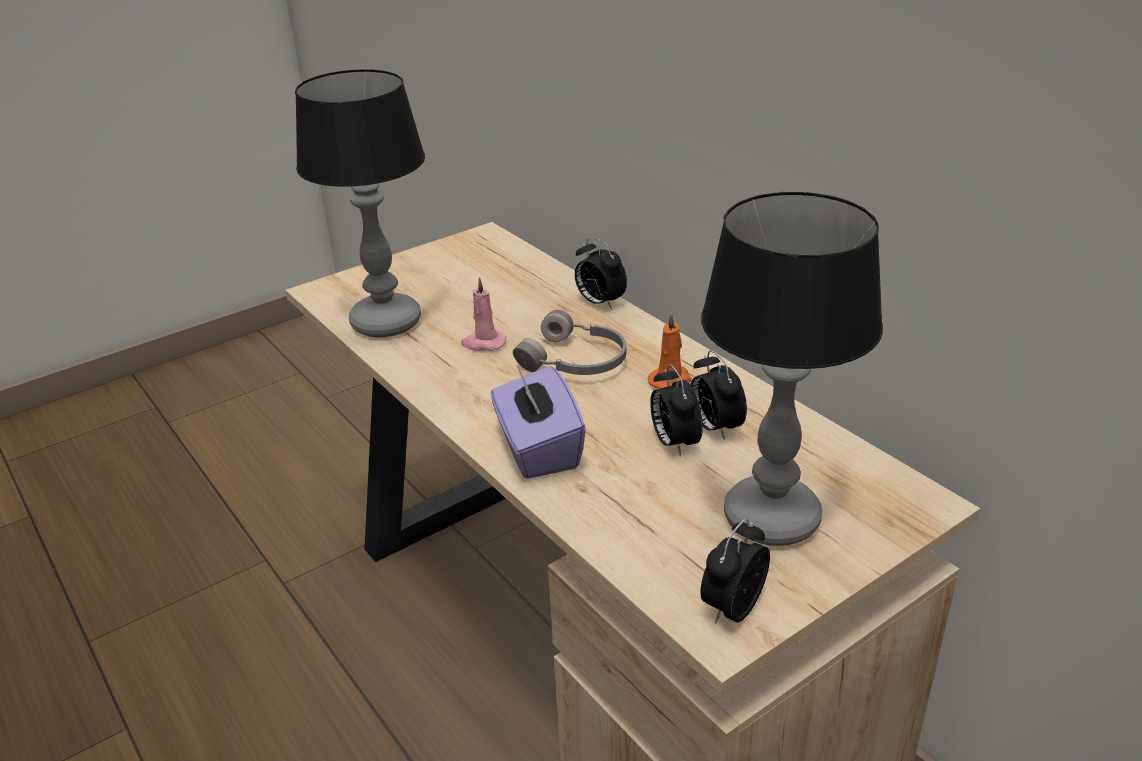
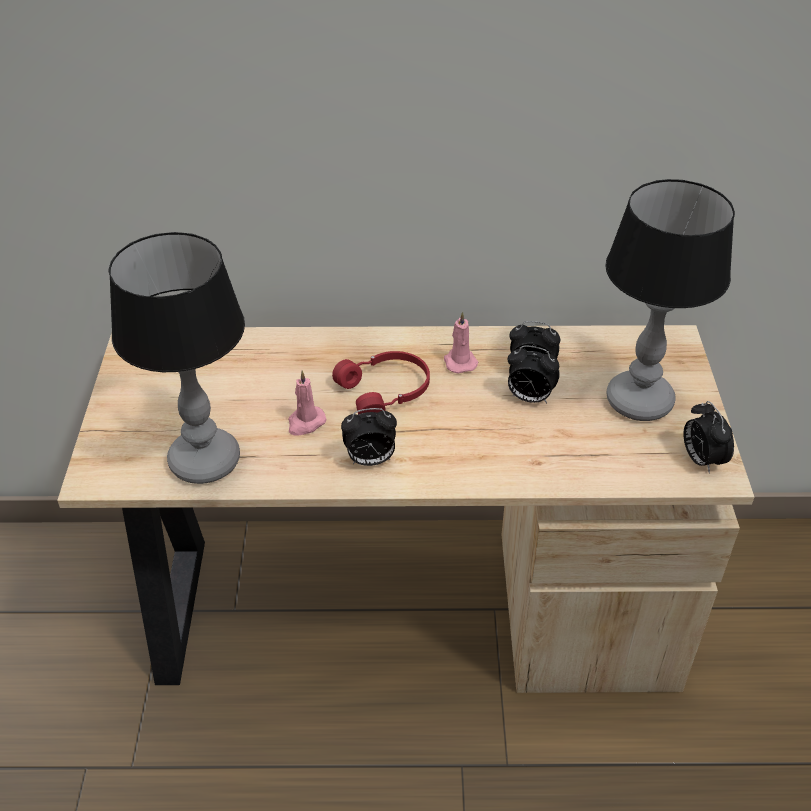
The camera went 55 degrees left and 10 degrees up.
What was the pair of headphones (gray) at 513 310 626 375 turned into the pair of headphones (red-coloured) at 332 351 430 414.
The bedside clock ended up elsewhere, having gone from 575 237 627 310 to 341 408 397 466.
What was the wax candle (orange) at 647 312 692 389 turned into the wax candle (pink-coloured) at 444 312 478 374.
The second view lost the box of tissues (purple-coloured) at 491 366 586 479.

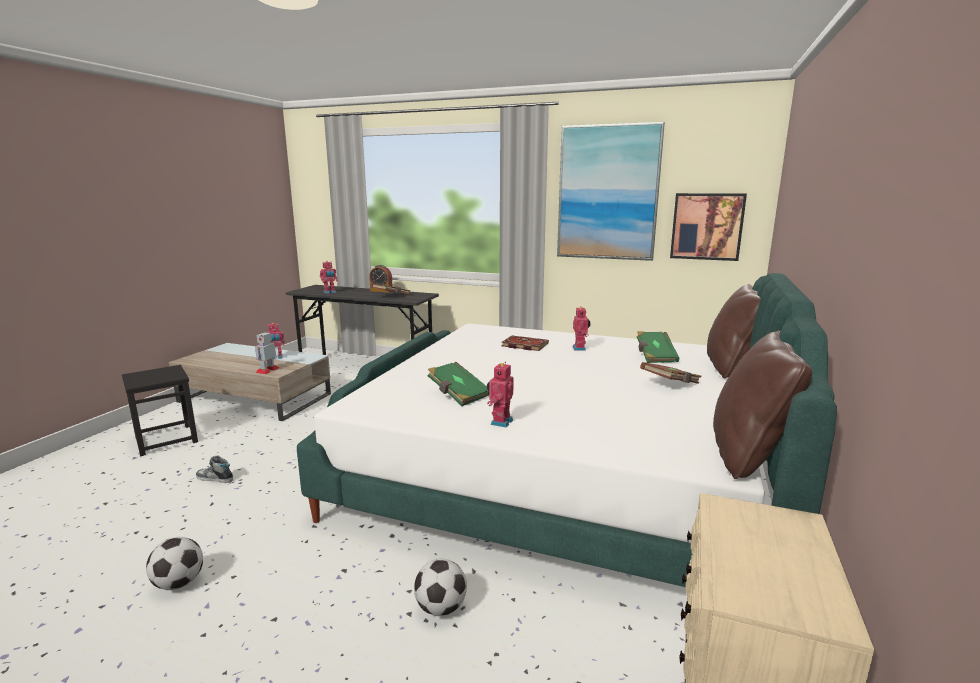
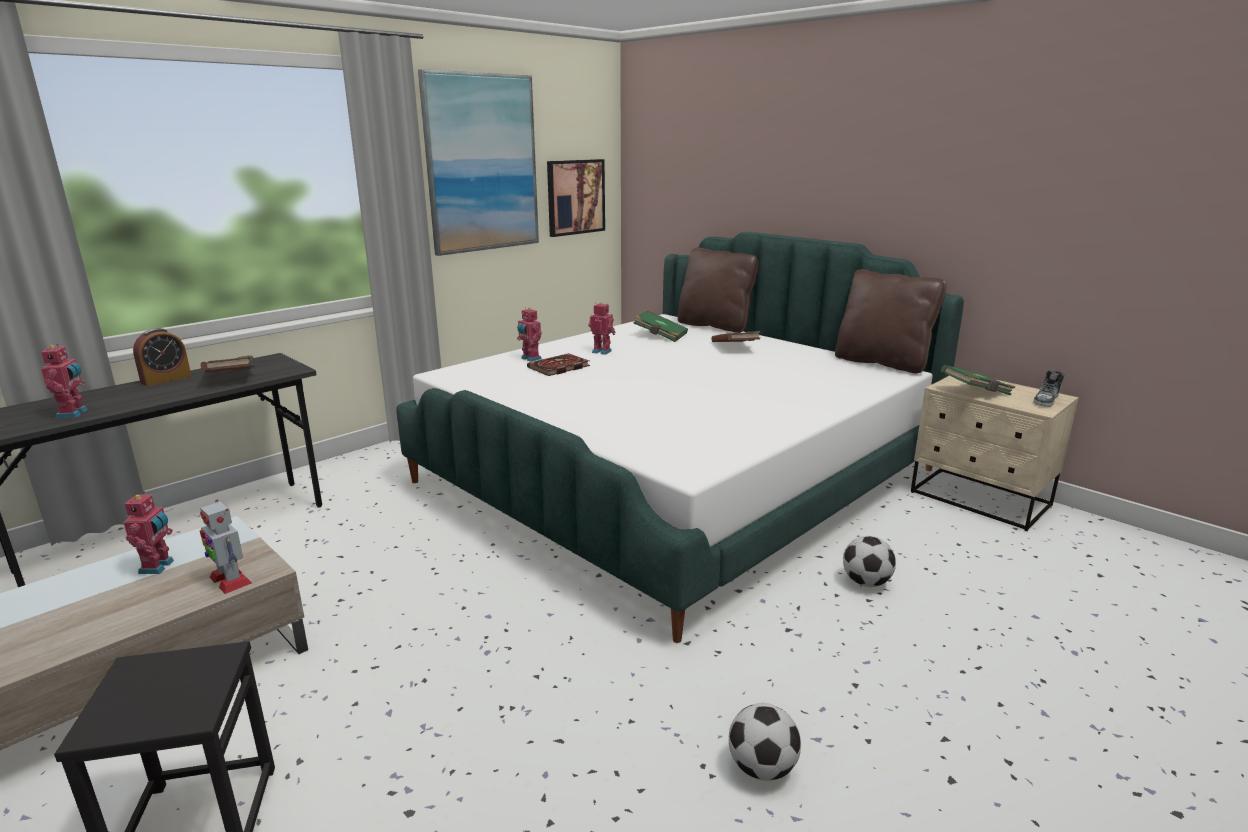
The camera went 65 degrees left and 5 degrees up.
The model robot ended up elsewhere, having gone from 487 362 514 428 to 517 307 542 362.
The bound book (green) ended up elsewhere, having gone from 428 362 489 406 to 941 365 1015 396.
The low shoe ended up elsewhere, having gone from 196 456 233 483 to 1034 370 1064 407.

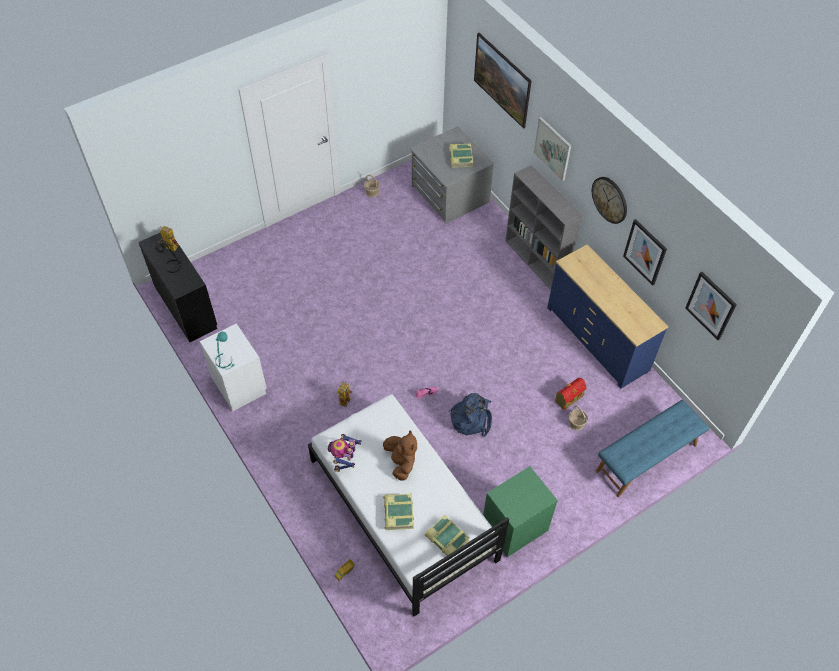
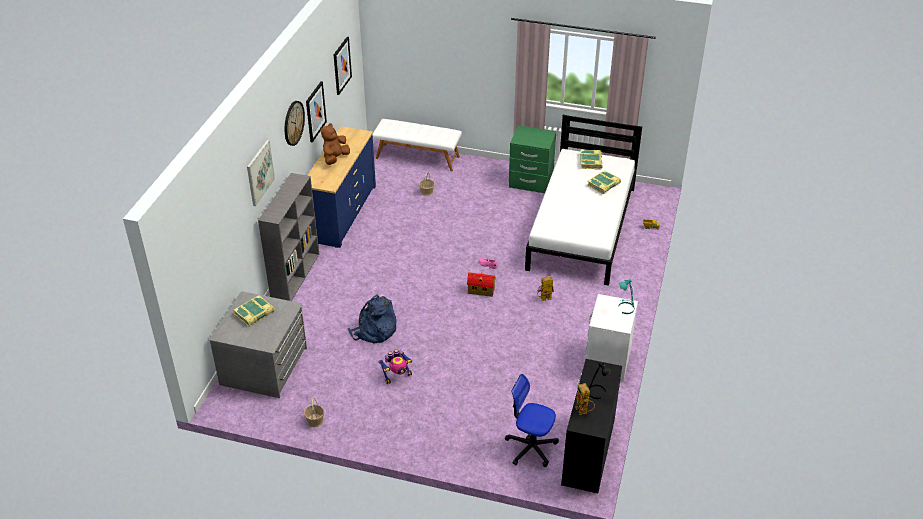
The camera went 130 degrees left and 15 degrees down.
The plush toy (brownish) ended up elsewhere, having gone from 383 431 417 481 to 320 123 350 165.
The rucksack (blue) ended up elsewhere, having gone from 448 393 492 437 to 348 294 397 344.
What was the indoor bench (blue) at 596 400 710 497 turned into the indoor bench (whitish) at 372 119 462 171.
The model robot ended up elsewhere, having gone from 328 434 362 472 to 379 349 412 384.
The toy house ended up elsewhere, having gone from 555 378 587 410 to 467 272 495 297.
The second view gained the desk chair at 505 374 559 467.
The second view lost the wall picture at 474 33 532 129.

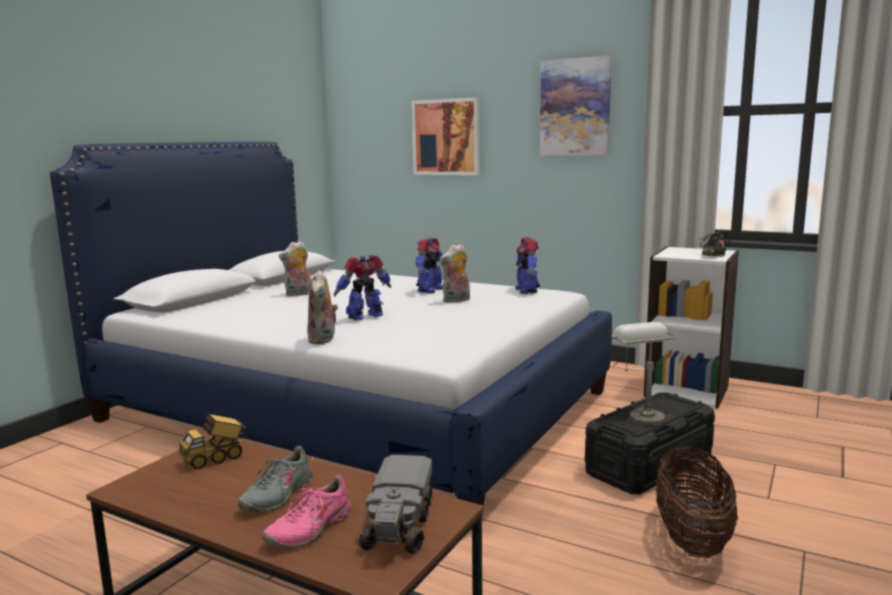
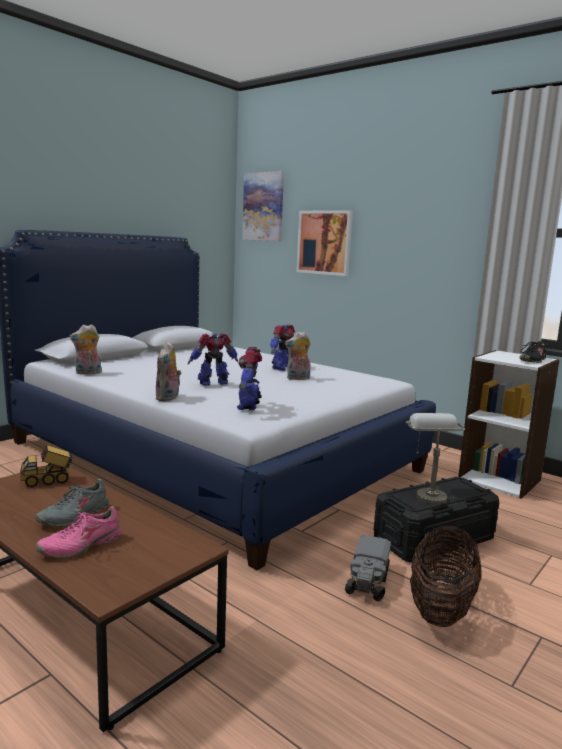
The camera went 10 degrees right and 0 degrees up.
The plush toy ended up elsewhere, having gone from 279 241 311 296 to 69 324 102 375.
The model robot ended up elsewhere, having gone from 515 237 540 294 to 237 347 262 410.
The wall picture ended up elsewhere, having gone from 540 56 612 155 to 242 171 284 241.
The model truck ended up elsewhere, having gone from 359 455 432 554 to 345 535 391 601.

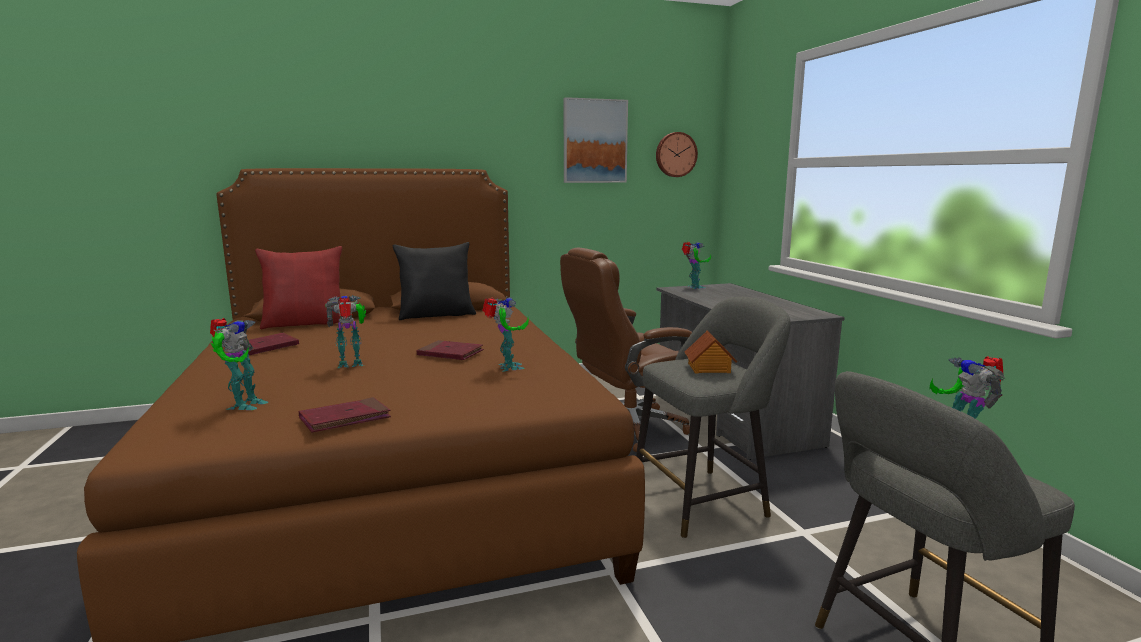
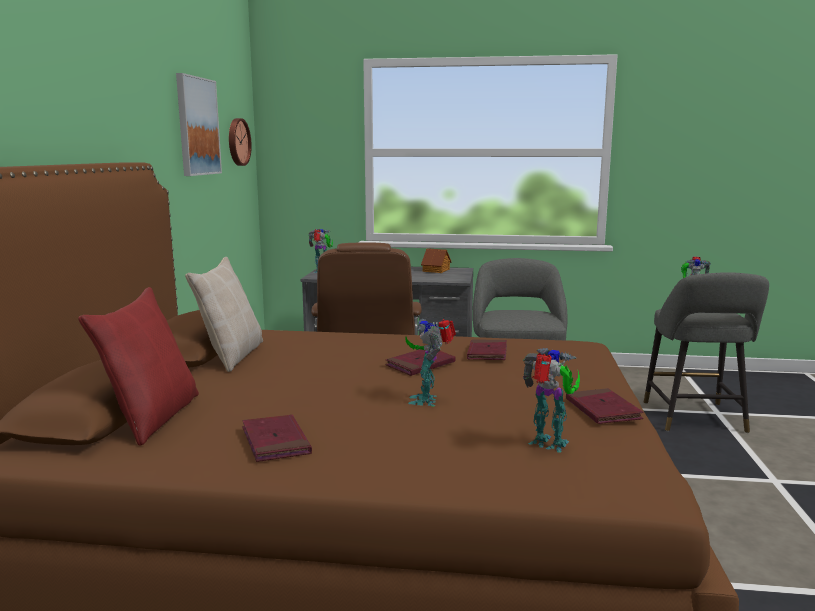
The camera went 65 degrees left and 0 degrees up.
What was the pillow (black-coloured) at 393 242 476 320 turned into the pillow (beige) at 185 257 263 372.
The toy house ended up elsewhere, having gone from 685 330 738 373 to 421 248 452 273.
Where the model robot stood at 482 297 529 372, the bound book (red-coloured) came to stand at 467 339 507 360.

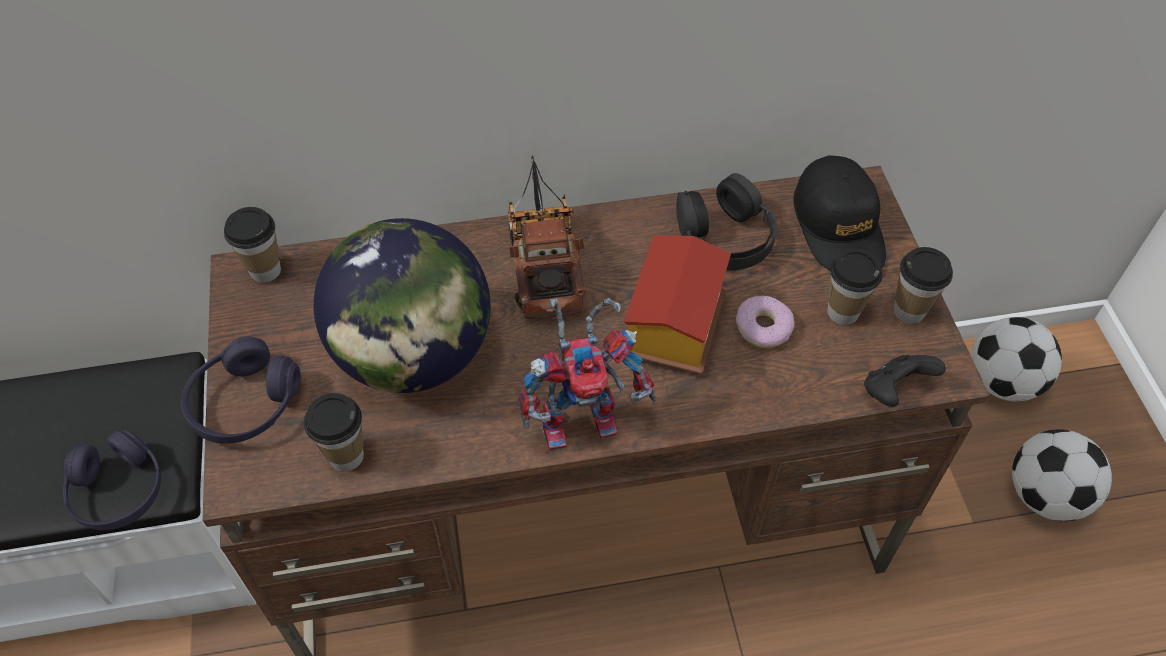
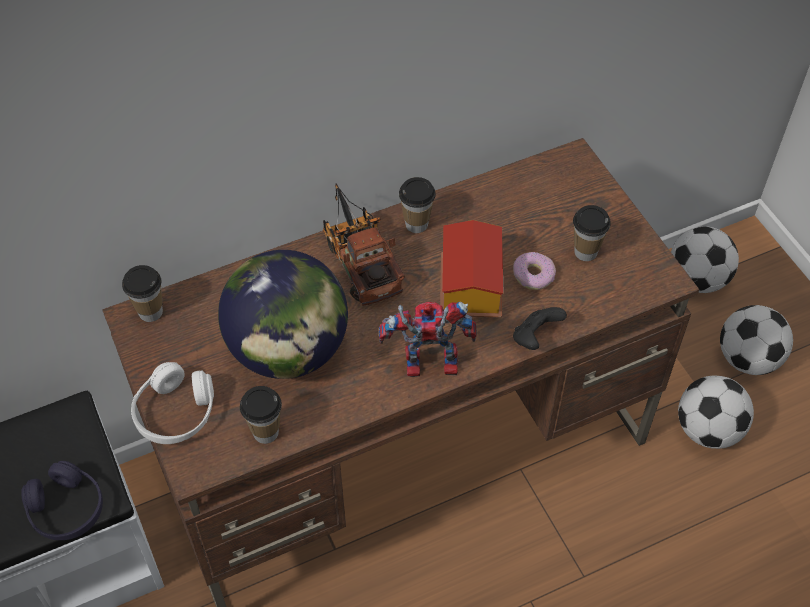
The camera went 15 degrees left and 0 degrees up.
What was the pair of headphones (purple-coloured) at 181 336 301 444 turned into the pair of headphones (whitish) at 131 362 214 444.
The model robot at 518 298 656 451 ended up facing another way, 150 degrees counterclockwise from before.
The cup ended up elsewhere, having gone from 894 247 953 324 to 399 177 436 233.
The gamepad (black-coloured) ended up elsewhere, having gone from 864 355 946 407 to 513 307 567 350.
The second view gained the football ball at 678 376 754 449.
The second view lost the pair of headphones (black-coloured) at 676 173 777 271.
The second view lost the baseball cap (black-coloured) at 794 155 886 271.

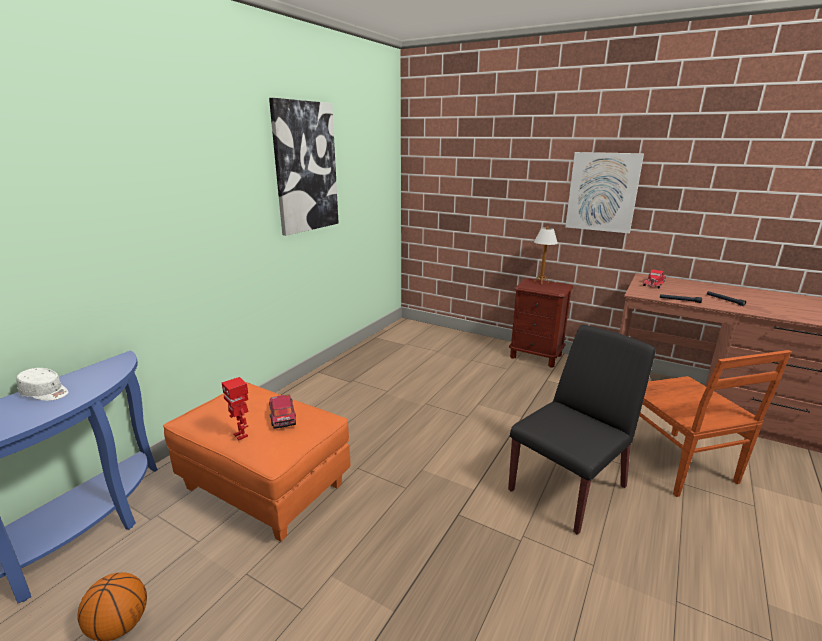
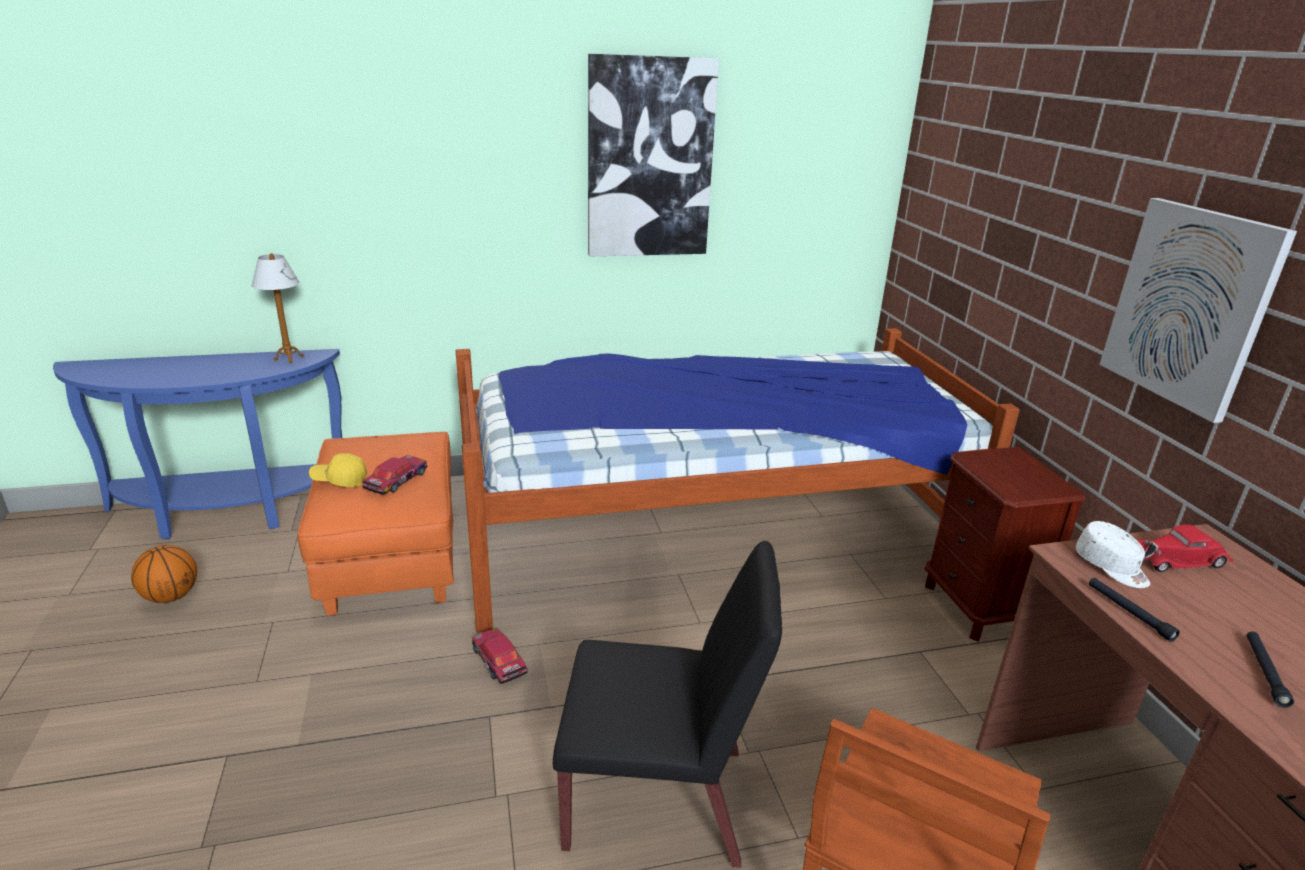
The camera went 45 degrees right and 5 degrees up.
The lamp for a table ended up elsewhere, having gone from 533 226 558 285 to 252 253 304 363.
Where the model robot stood at 222 377 249 440, the baseball cap (yellow-coloured) came to stand at 309 453 367 487.
The second view gained the bedroom bed at 456 328 1020 633.
The second view gained the toy car at 472 628 528 684.
The baseball cap (whitish) ended up elsewhere, having gone from 17 368 69 401 to 1076 521 1150 588.

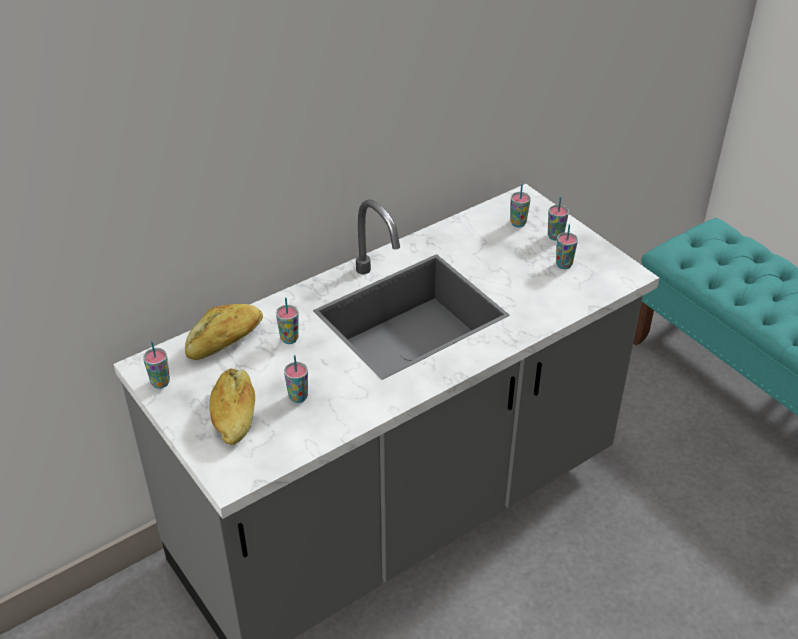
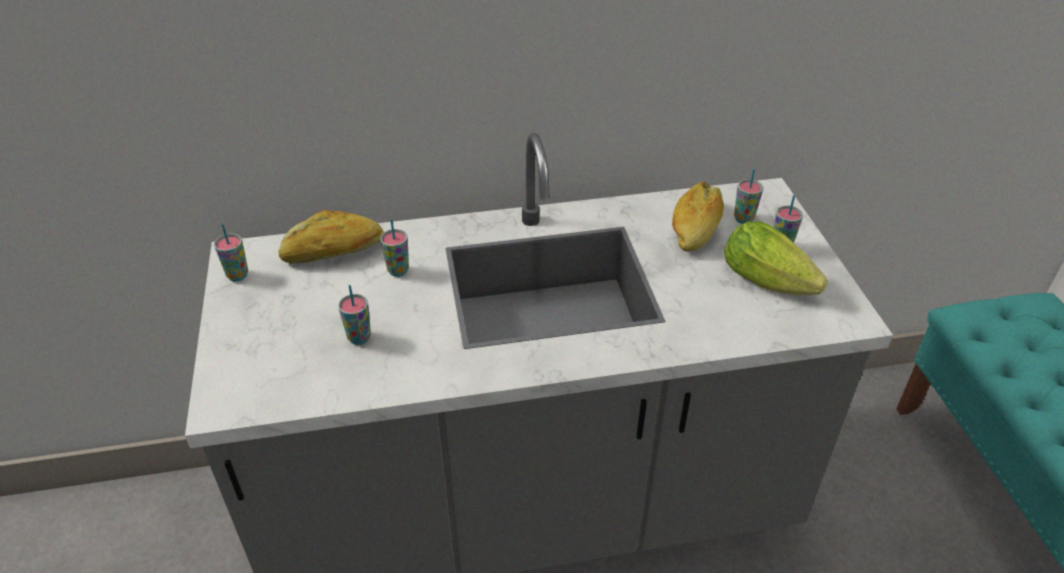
The camera went 25 degrees right and 0 degrees up.
The baked bread ended up elsewhere, having gone from 210 368 255 445 to 672 182 724 252.
Where the cup stood at 556 224 578 269, the lettuce head came to stand at 724 221 828 295.

